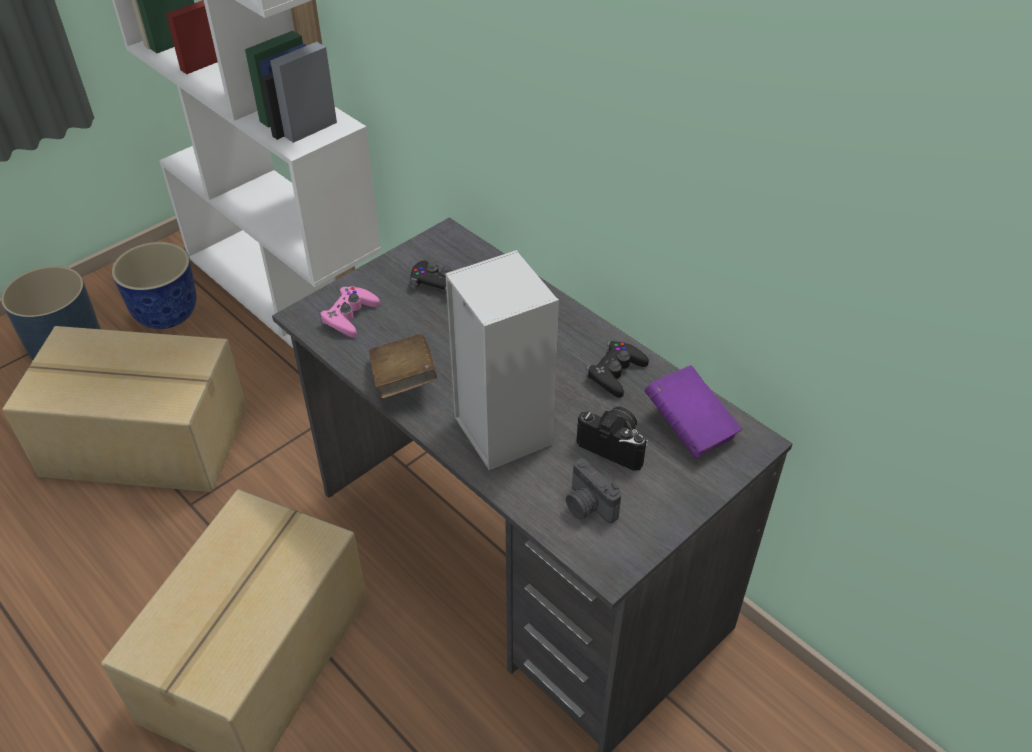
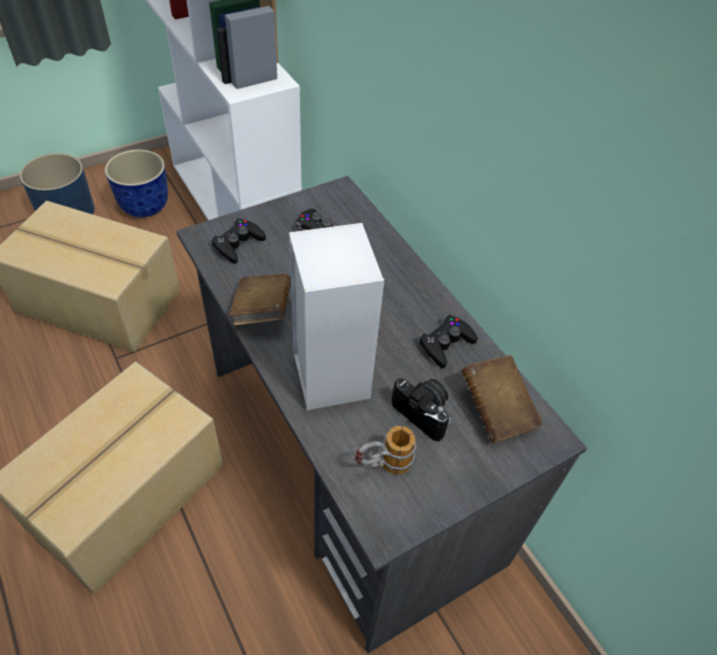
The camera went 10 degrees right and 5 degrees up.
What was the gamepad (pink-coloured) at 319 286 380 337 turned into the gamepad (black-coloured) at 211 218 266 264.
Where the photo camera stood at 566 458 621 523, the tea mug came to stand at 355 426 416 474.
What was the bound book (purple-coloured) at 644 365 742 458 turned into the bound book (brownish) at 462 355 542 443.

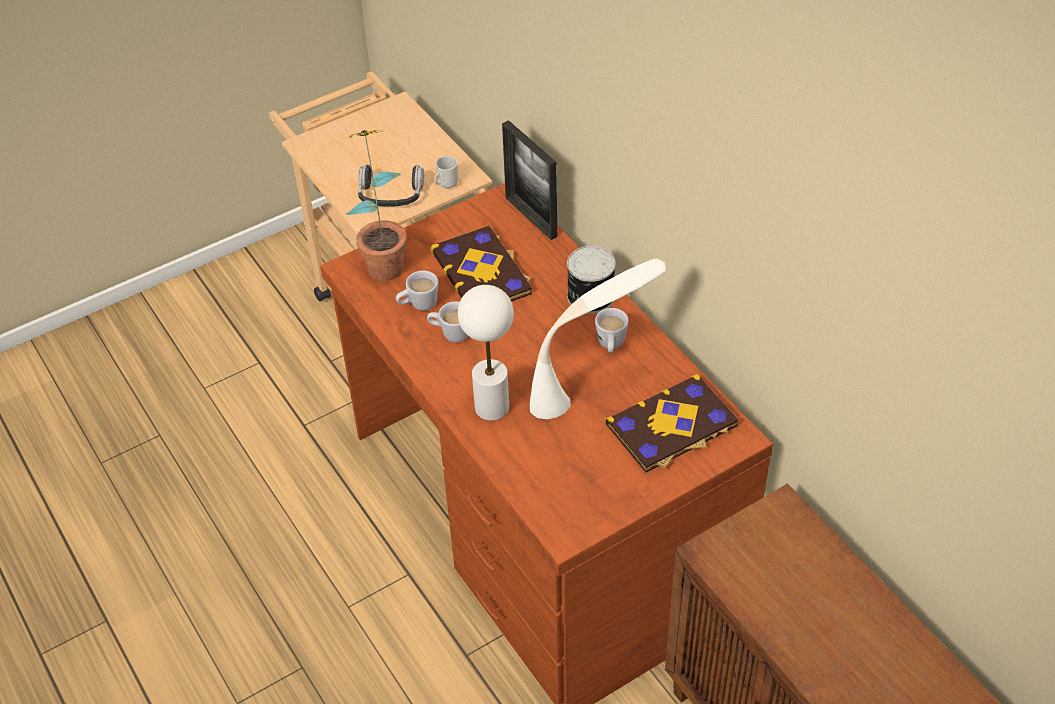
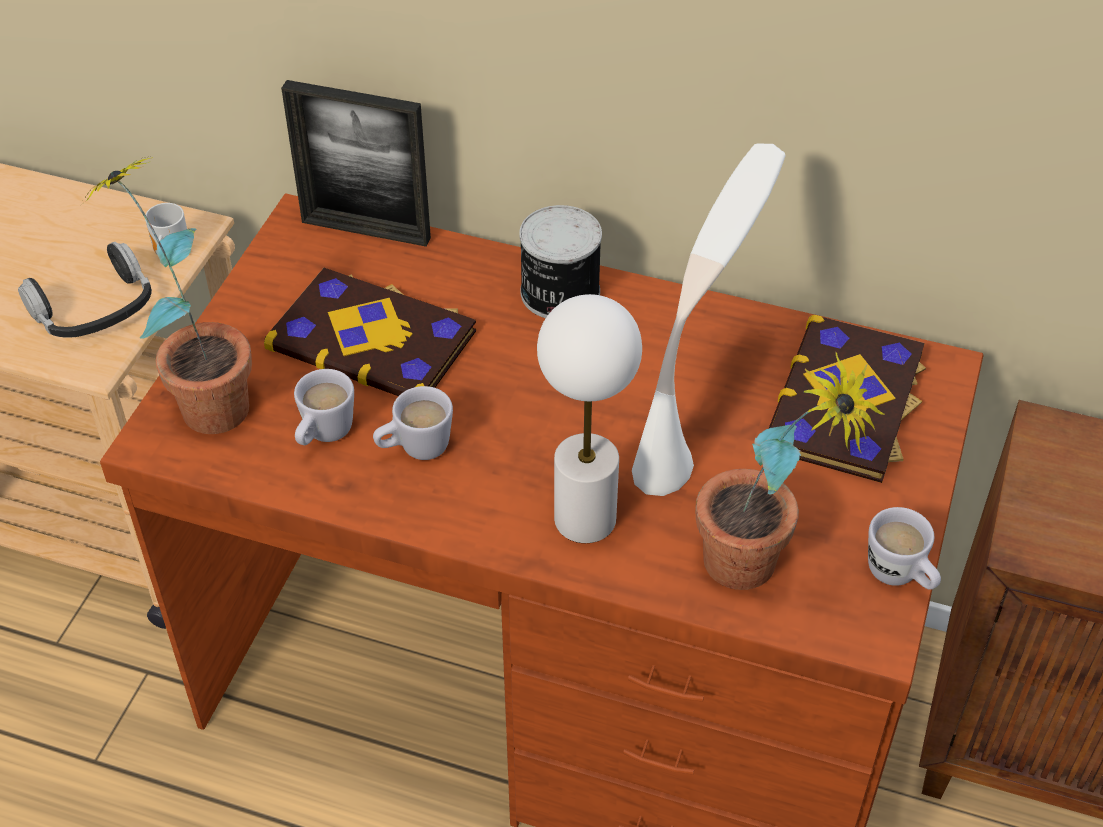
The camera went 40 degrees left and 0 degrees up.
The second view gained the houseplant at 695 353 884 590.
The tea mug (whitish) ended up elsewhere, having gone from 595 308 629 352 to 868 507 941 590.

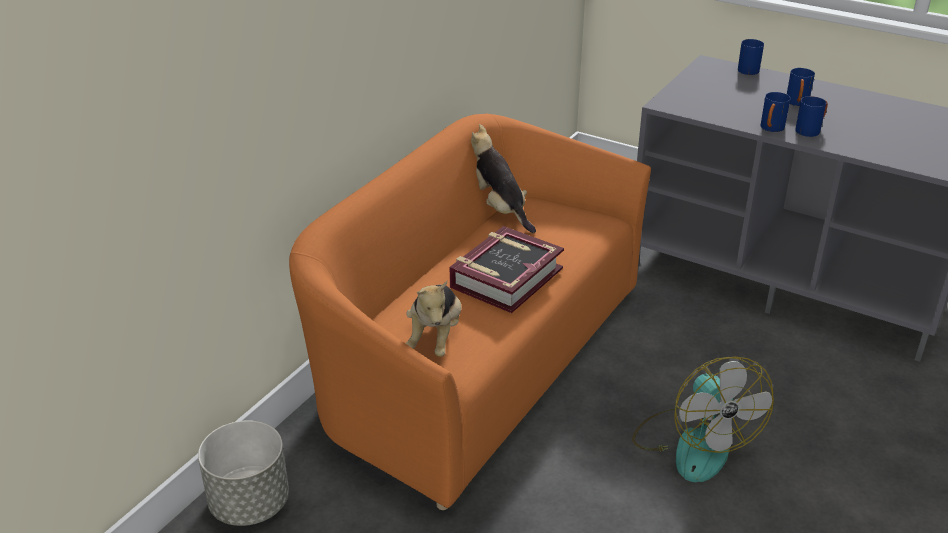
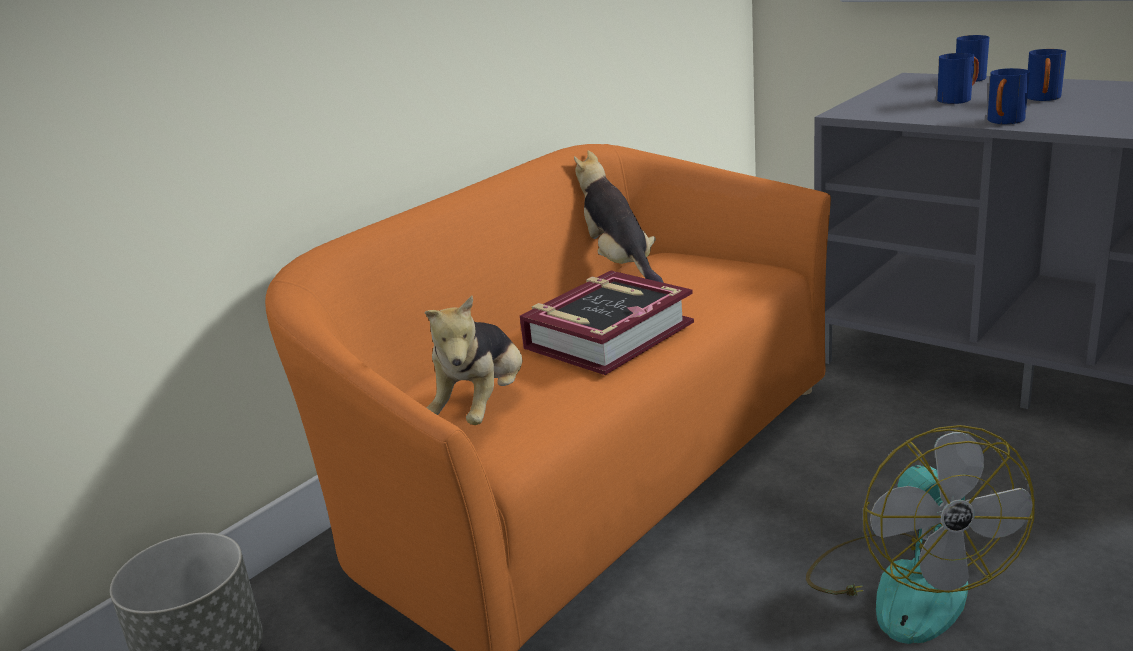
The camera went 10 degrees right and 10 degrees down.
The tea mug (blue) ended up elsewhere, having gone from 795 96 828 137 to 937 53 979 104.

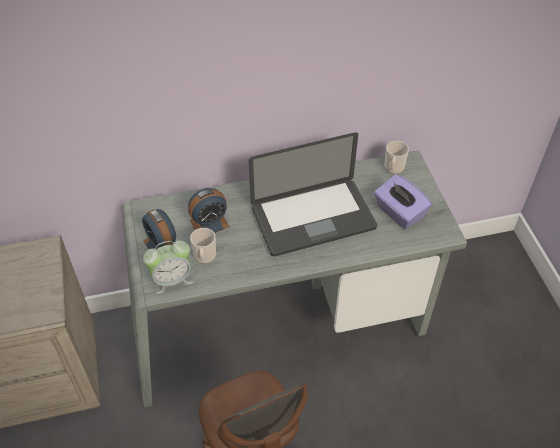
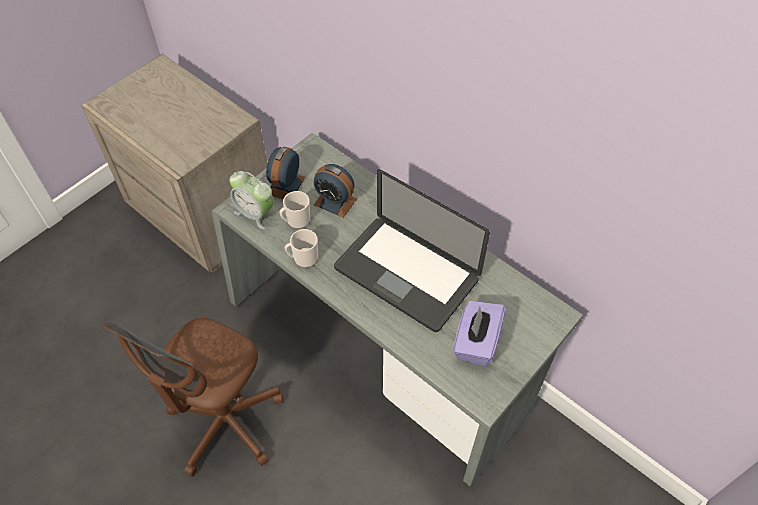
The camera went 55 degrees right and 5 degrees up.
The tea mug ended up elsewhere, having gone from 384 141 409 174 to 285 229 318 268.

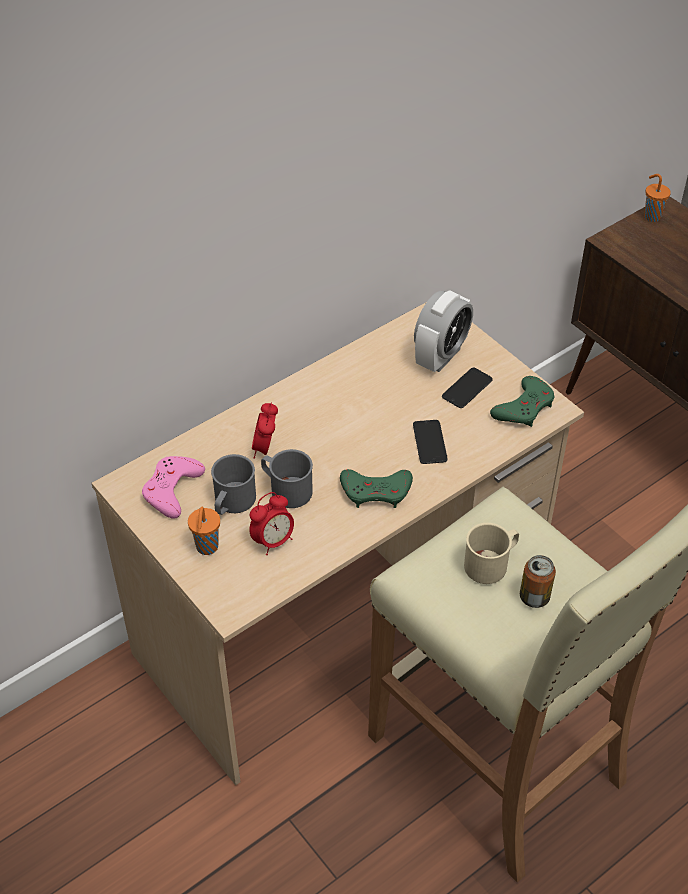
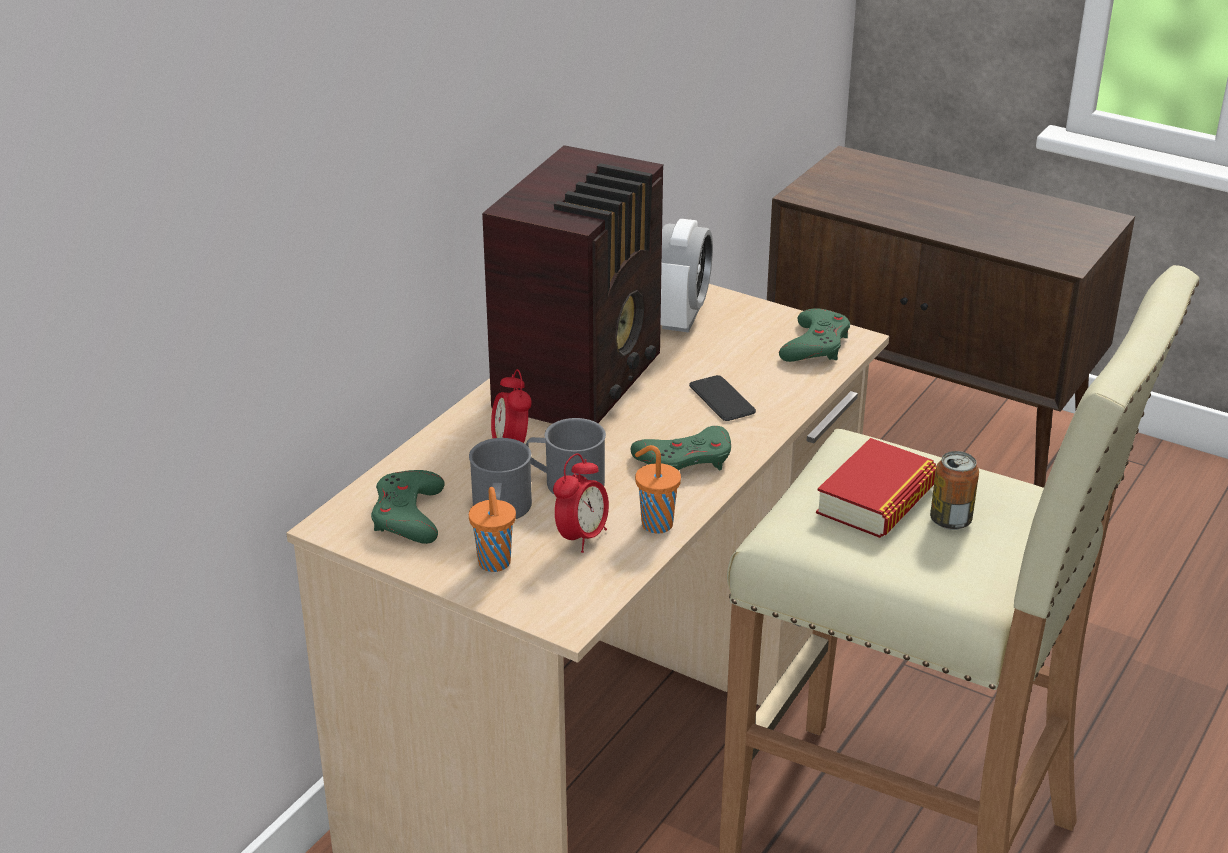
The camera went 20 degrees left and 15 degrees down.
What was the gamepad (pink-coloured) at 142 456 205 519 turned into the gamepad (green) at 371 470 445 544.
The second view gained the radio set at 482 145 664 424.
The cup (orange) ended up elsewhere, having gone from 644 174 671 222 to 635 445 681 534.
Where the tea mug (beige) stood at 464 523 519 584, the bound book came to stand at 816 438 936 538.
The second view lost the telephone at 442 368 493 408.

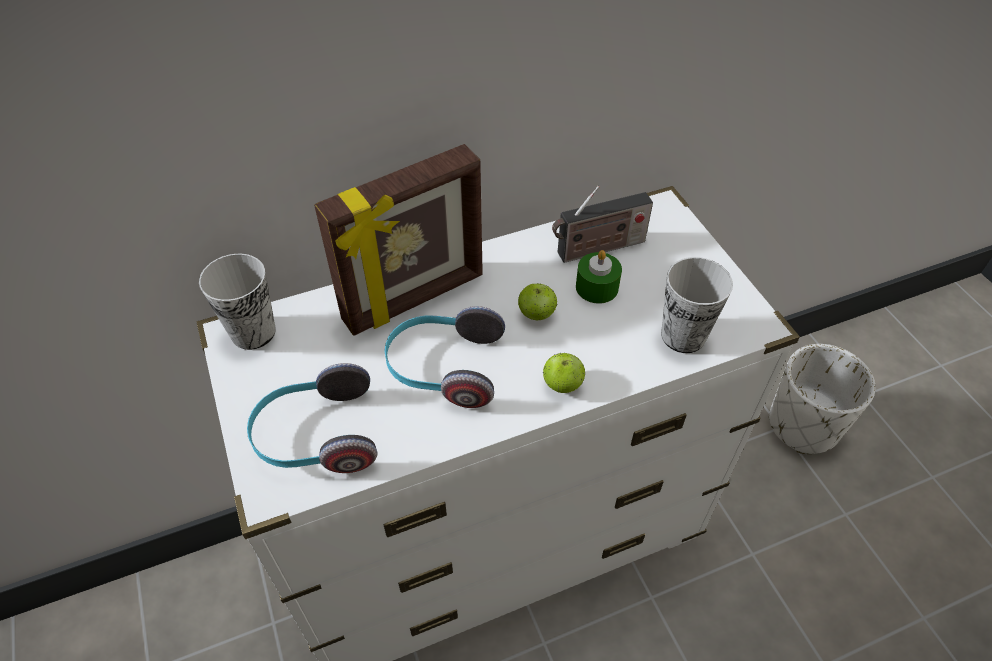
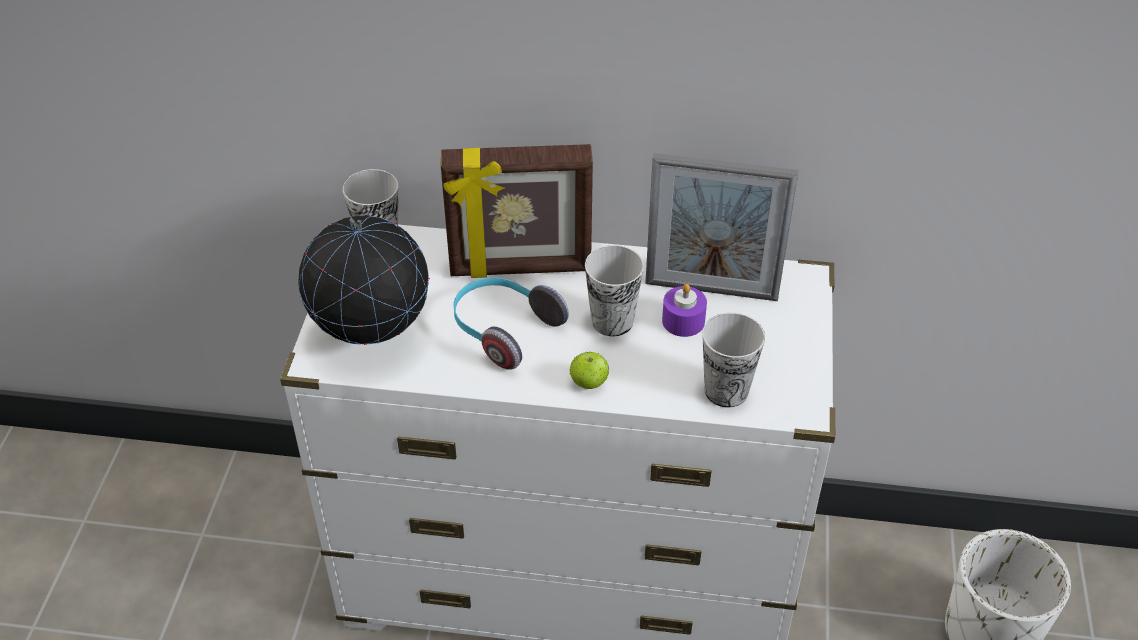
The camera went 30 degrees right and 5 degrees down.
Where the pair of headphones stood at 247 363 377 473, the desk globe came to stand at 298 216 430 345.
Where the apple fruit stood at 518 283 557 320, the cup came to stand at 585 245 644 336.
Where the radio set stood at 552 186 653 263, the standing frame came to stand at 645 153 798 301.
What was the wax candle (green) at 576 250 622 304 turned into the wax candle (purple-coloured) at 662 284 707 337.

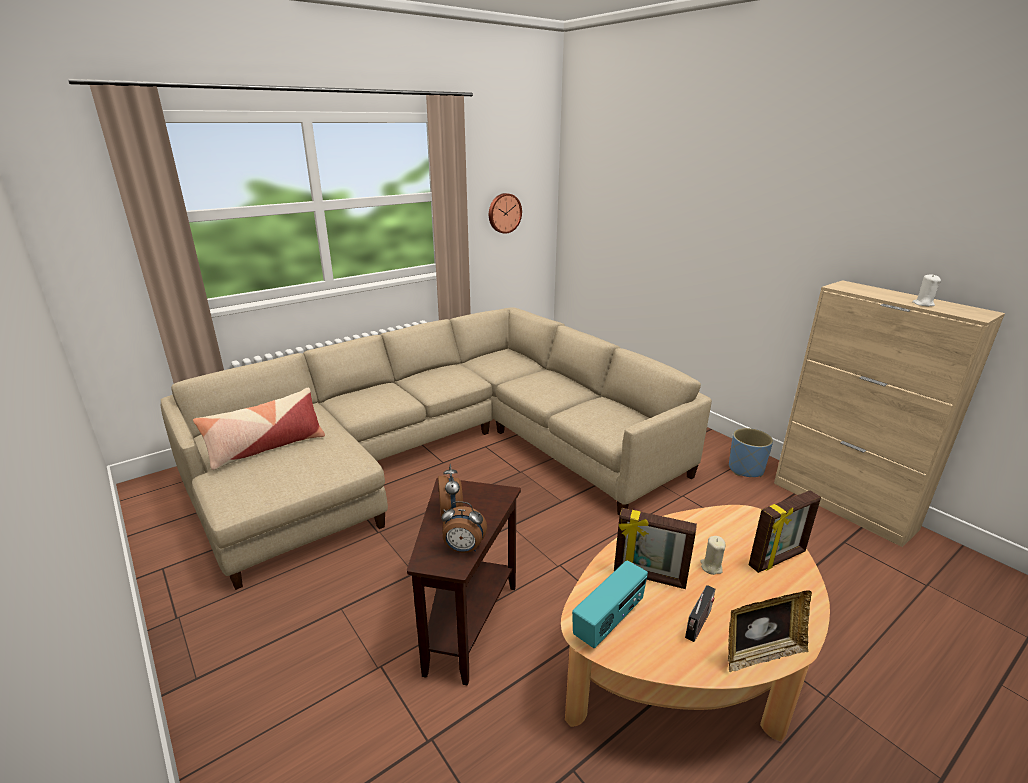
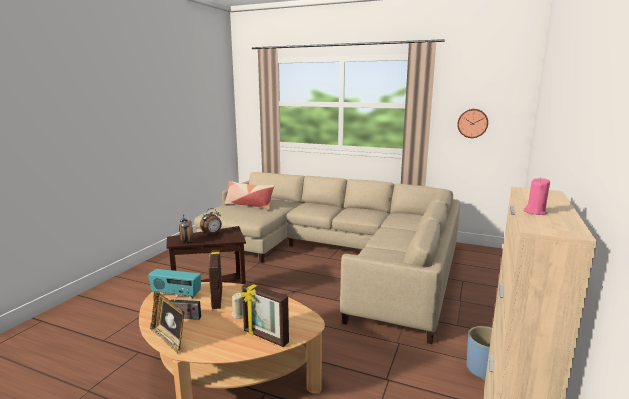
The camera went 60 degrees right and 10 degrees down.
What was the wax candle (whitish) at 912 274 941 307 turned into the wax candle (pink-coloured) at 524 178 550 215.

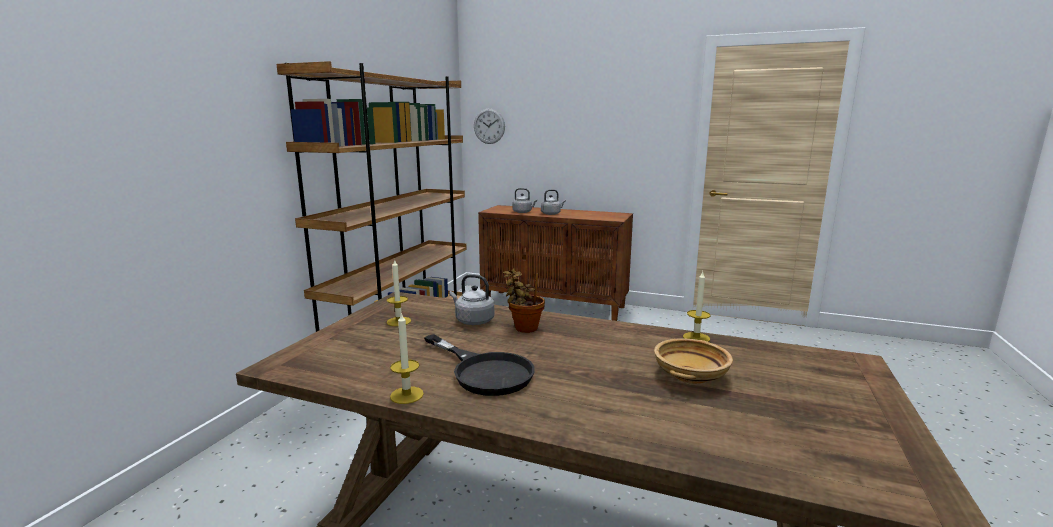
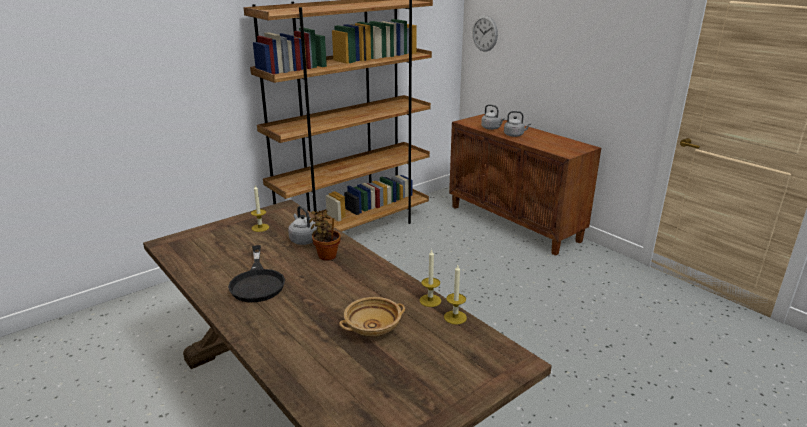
The camera went 30 degrees right and 10 degrees up.
The wax candle ended up elsewhere, having gone from 390 313 424 404 to 444 265 467 325.

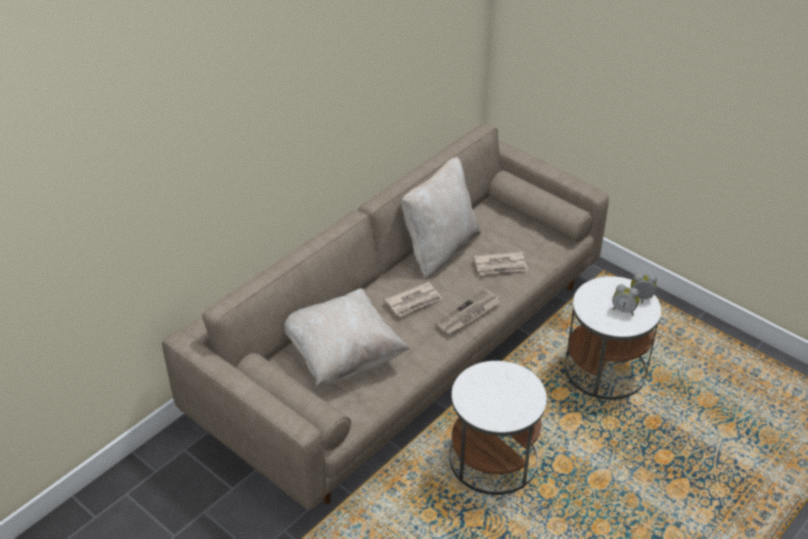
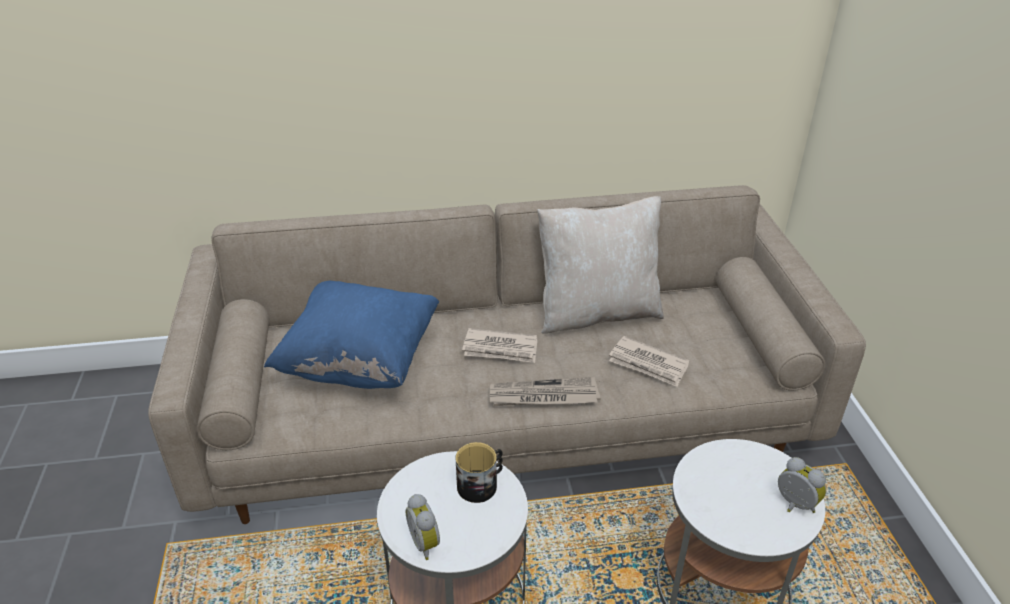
The camera went 40 degrees right and 5 degrees down.
What was the pillow (beige) at 284 288 410 386 turned into the pillow (blue) at 264 281 439 389.
The bedside clock ended up elsewhere, having gone from 612 284 639 316 to 405 494 440 560.
The second view gained the tea mug at 455 442 503 503.

